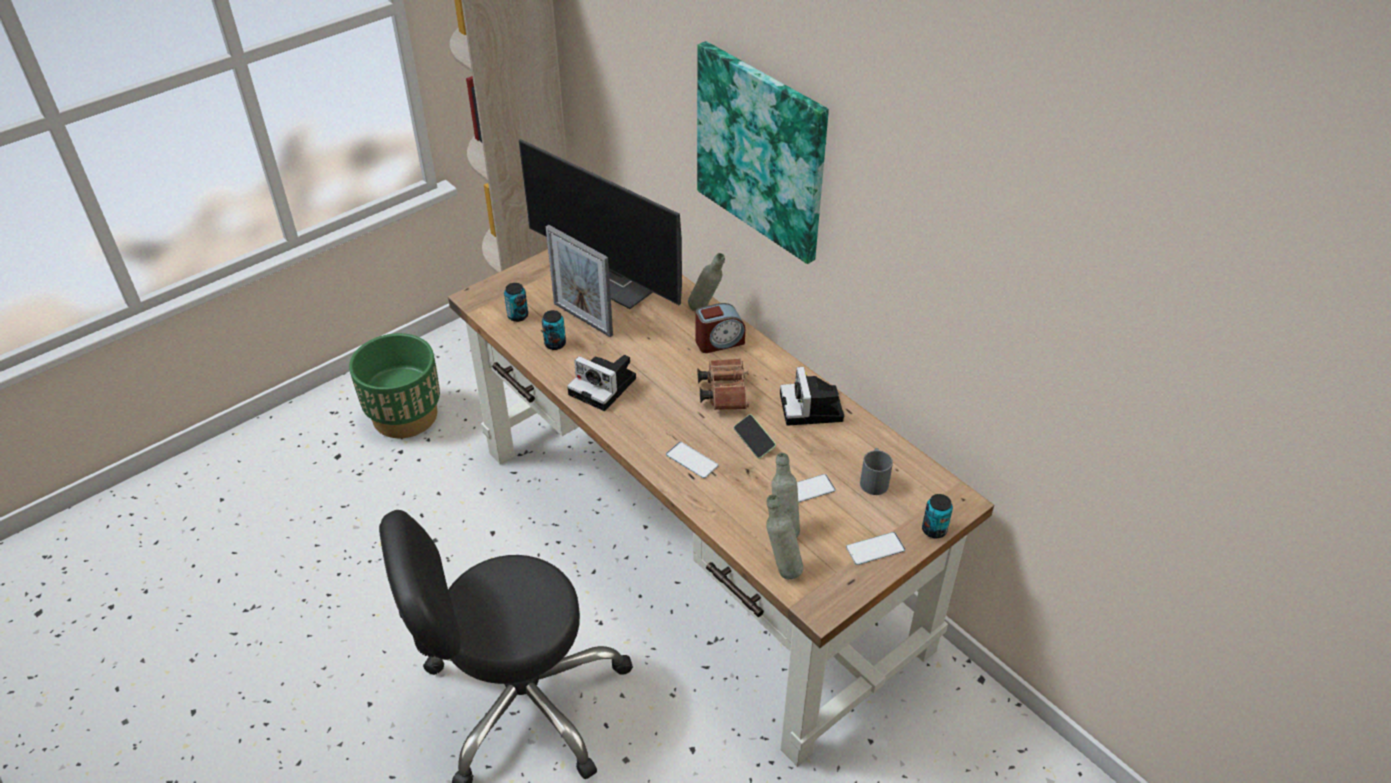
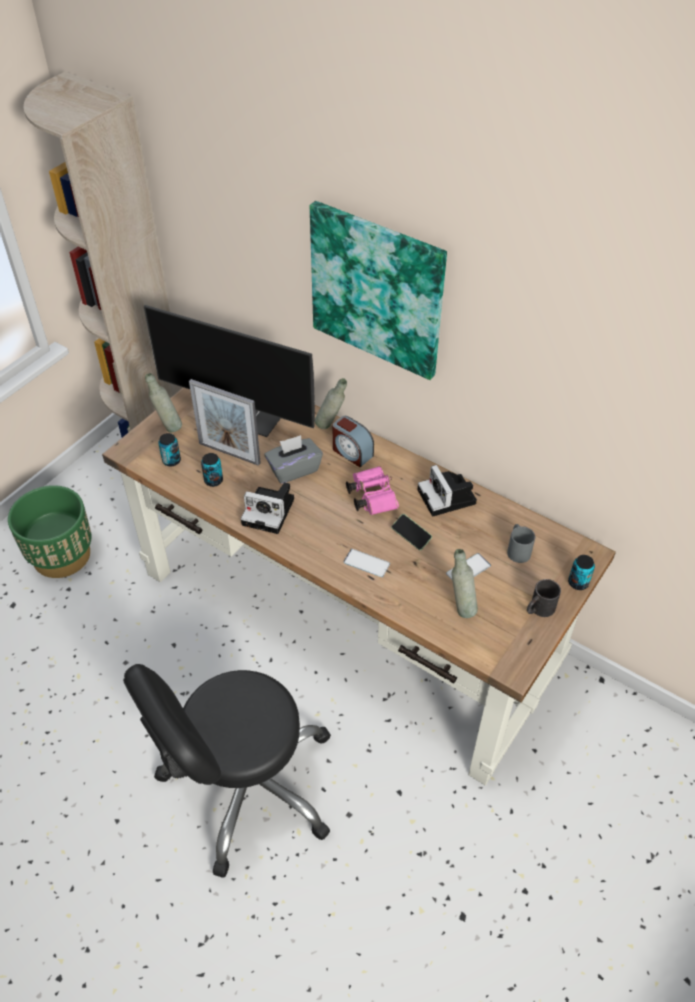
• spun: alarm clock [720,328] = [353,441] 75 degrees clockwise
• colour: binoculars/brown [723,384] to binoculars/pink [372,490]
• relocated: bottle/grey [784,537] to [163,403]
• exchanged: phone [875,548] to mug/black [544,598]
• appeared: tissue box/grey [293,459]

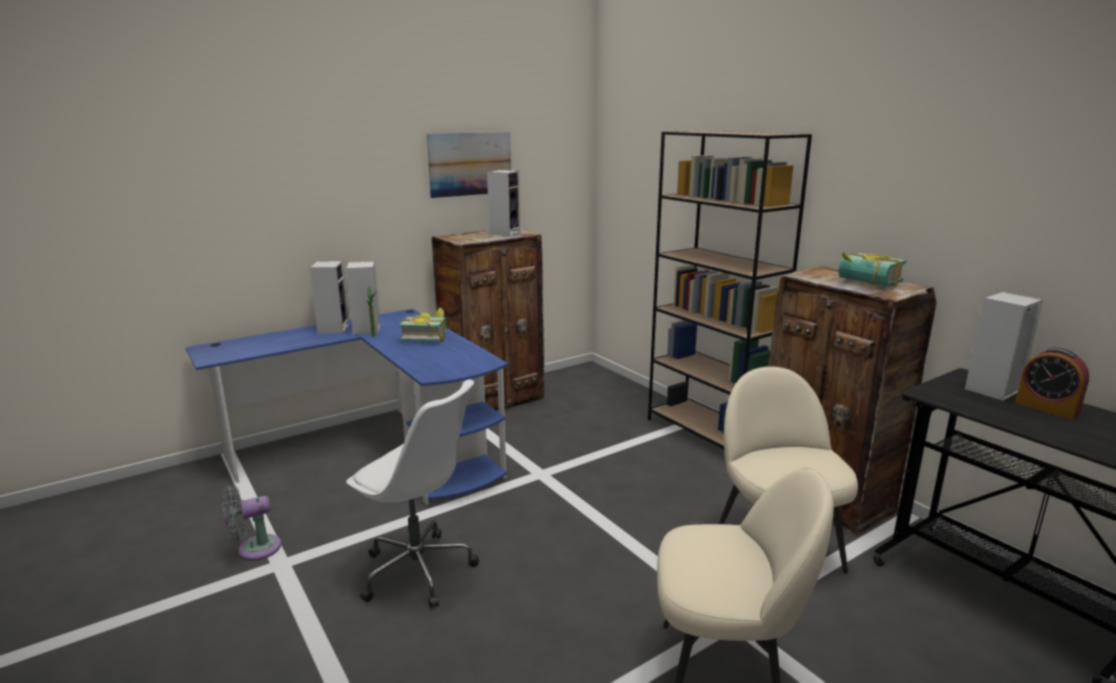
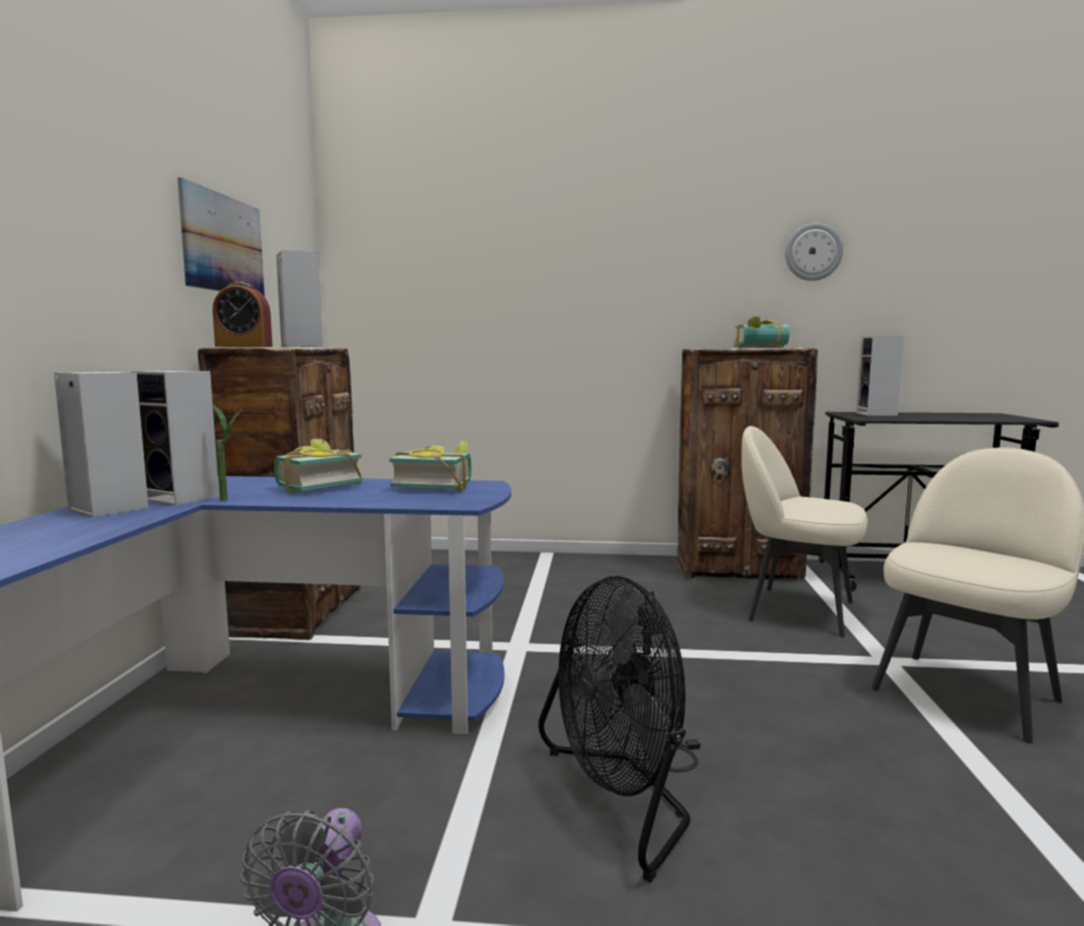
• missing: bookcase/beige [730,290]
• relocated: alarm clock [1052,384] to [242,314]
• exchanged: office chair/white [412,493] to fan/black [620,729]
• appeared: wall clock [814,252]
• appeared: book [430,466]

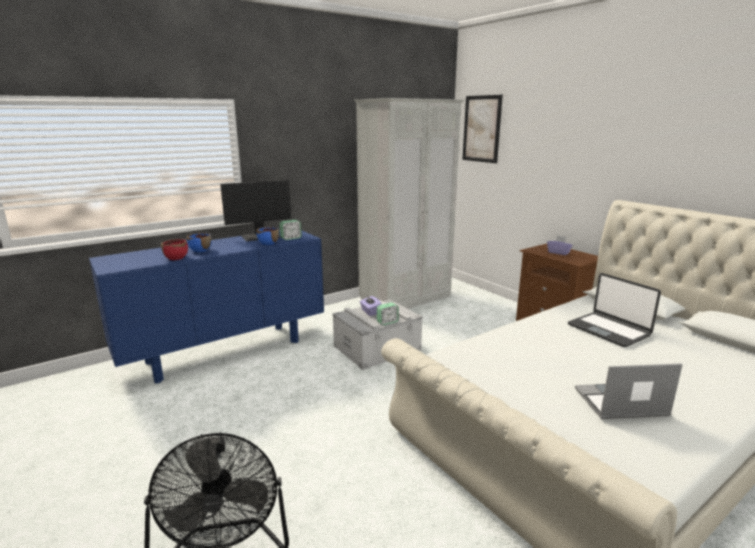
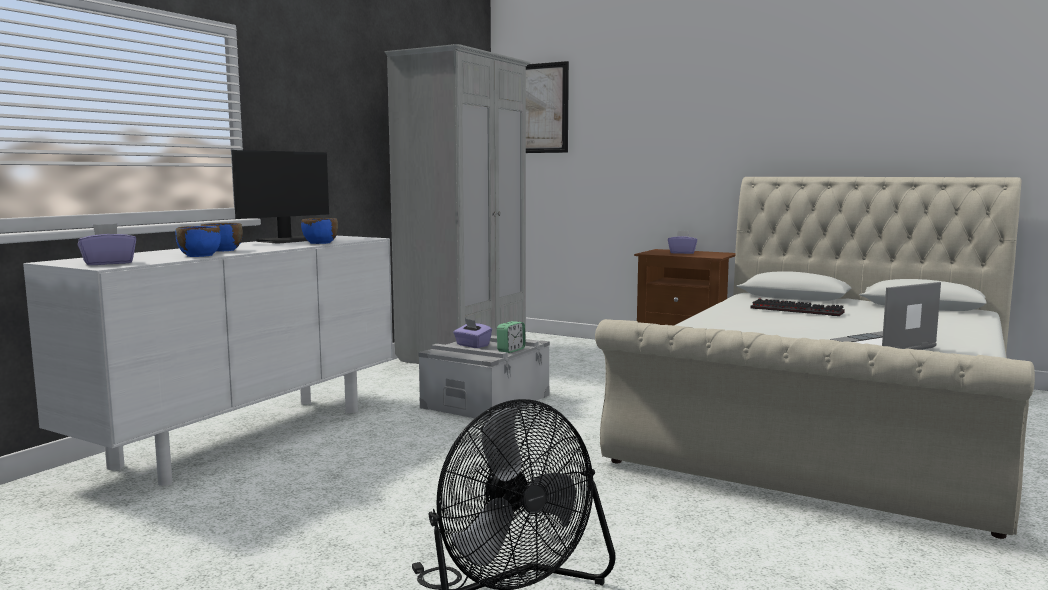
• missing: alarm clock [290,230]
• colour: dresser/blue [206,306] to dresser/white [208,361]
• colour: bowl/red [174,249] to bowl/blue [198,241]
• exchanged: laptop [614,310] to keyboard [798,307]
• appeared: tissue box/purple [107,244]

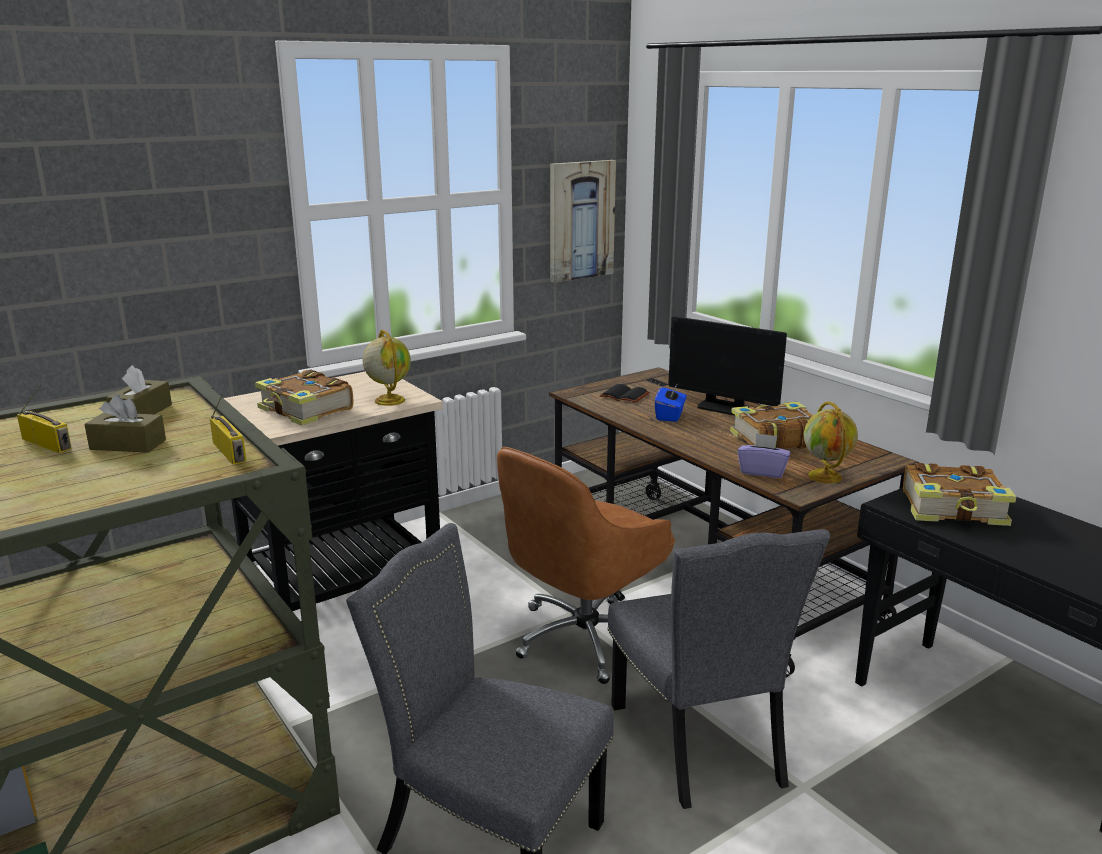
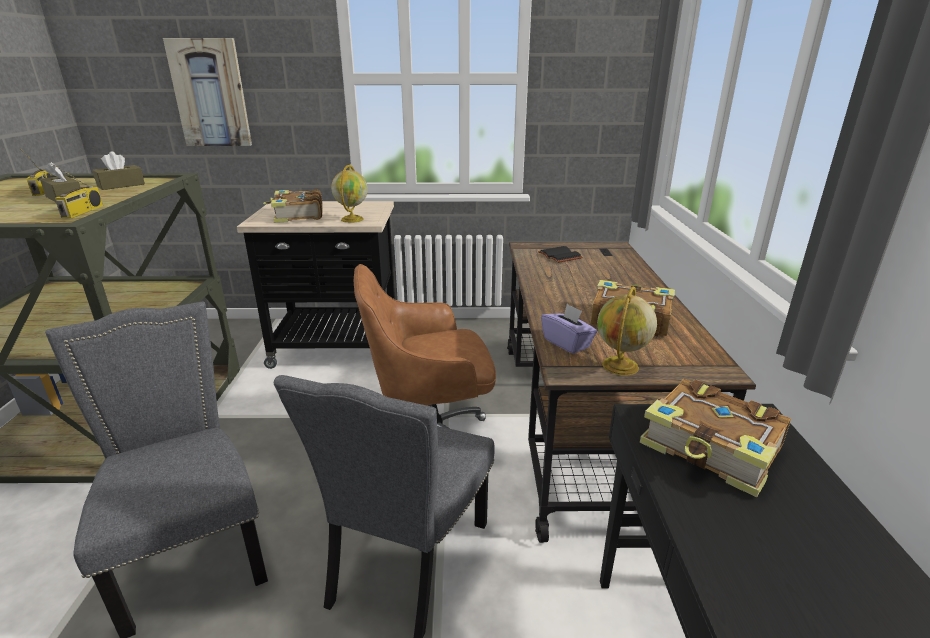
• relocated: picture [583,221] to [207,92]
• missing: monitor [727,366]
• missing: tissue box/blue [670,402]

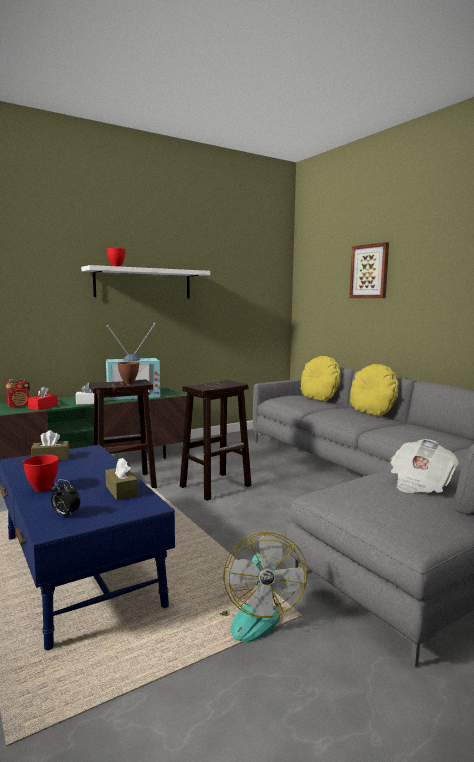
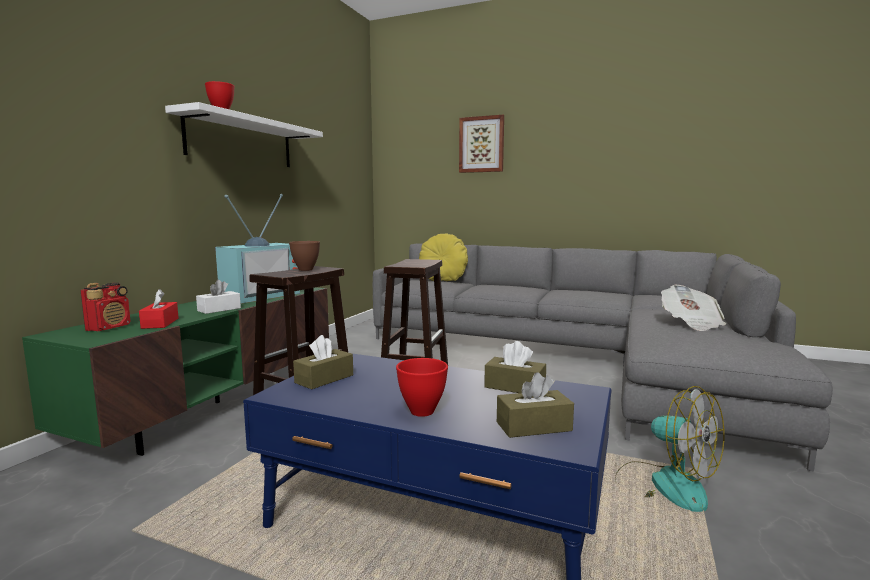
• missing: pillow/yellow [374,390]
• exchanged: alarm clock [65,498] to tissue box/brown [535,405]

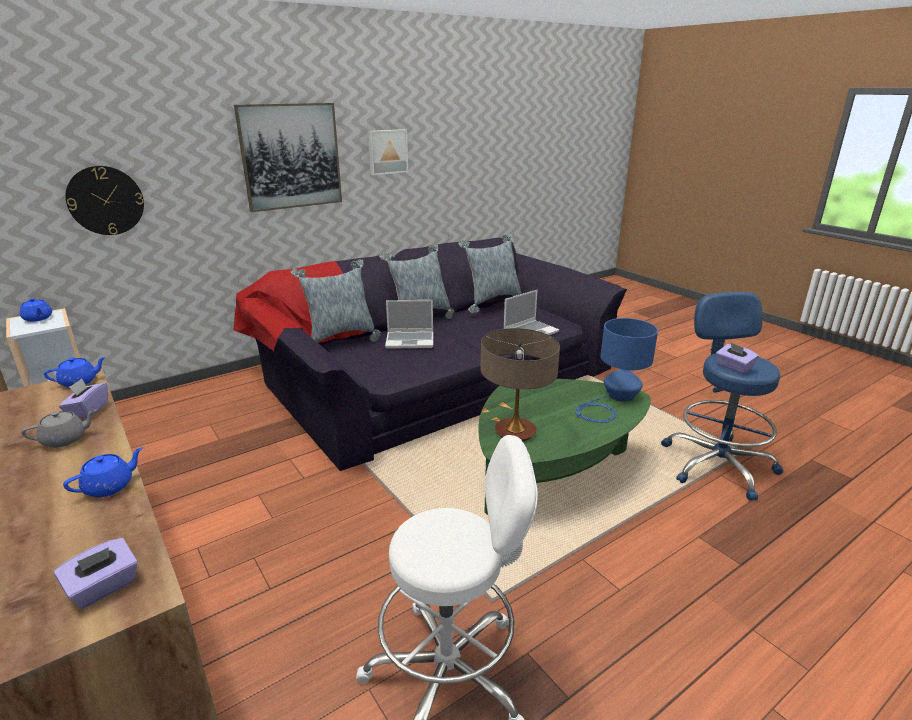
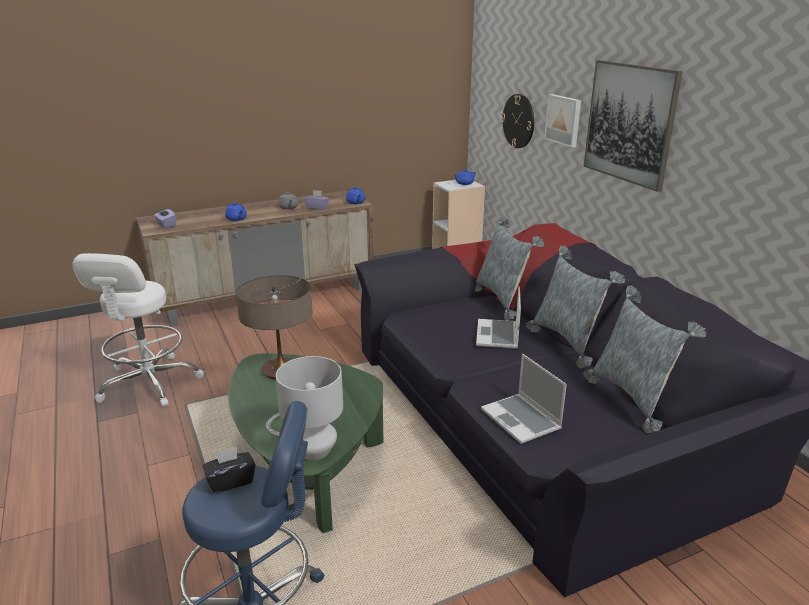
• relocated: picture [388,152] to [562,121]
• colour: table lamp/blue [616,370] to table lamp/grey [304,408]
• colour: tissue box/purple [737,358] to tissue box/black [229,470]

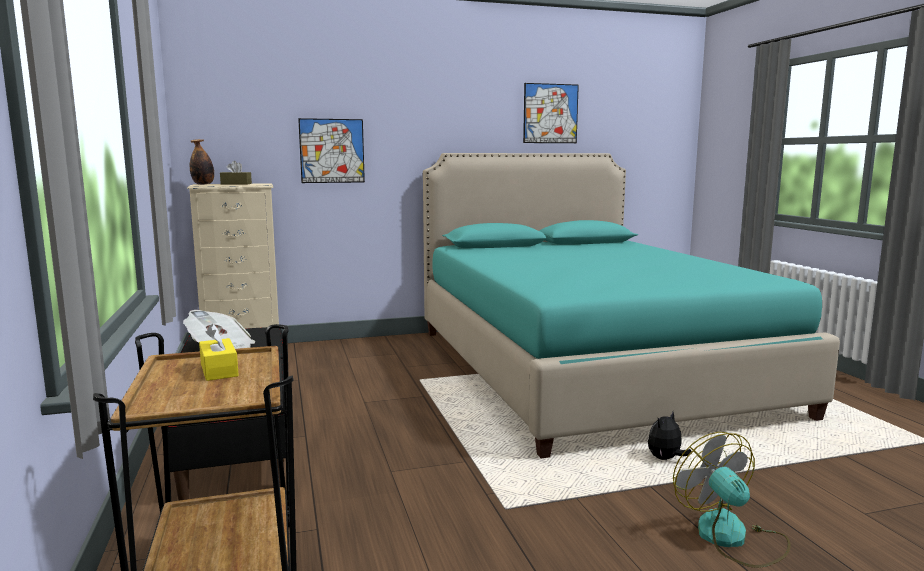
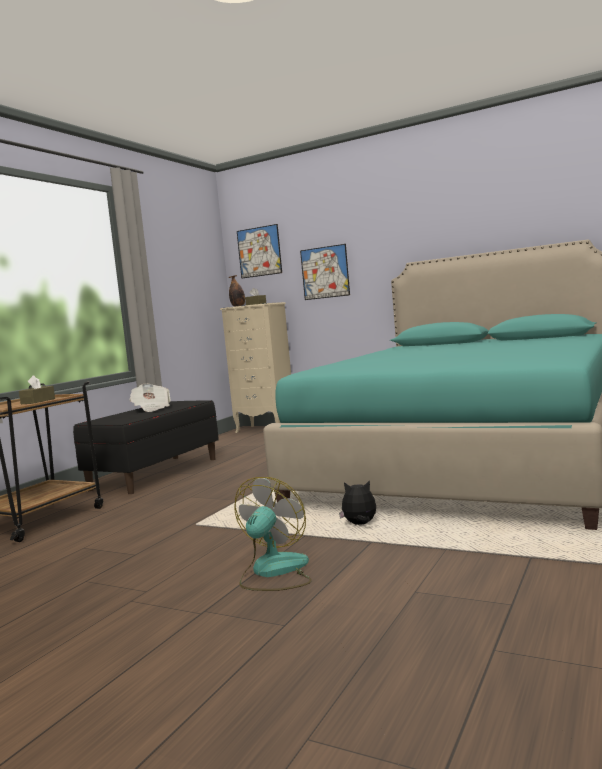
• relocated: picture [551,113] to [259,251]
• colour: tissue box/yellow [219,352] to tissue box/brown [37,389]

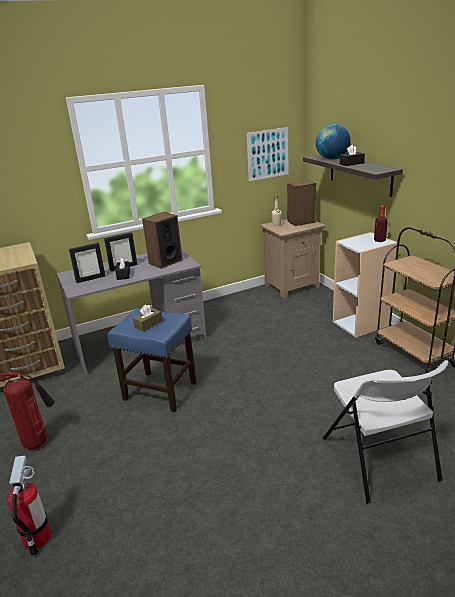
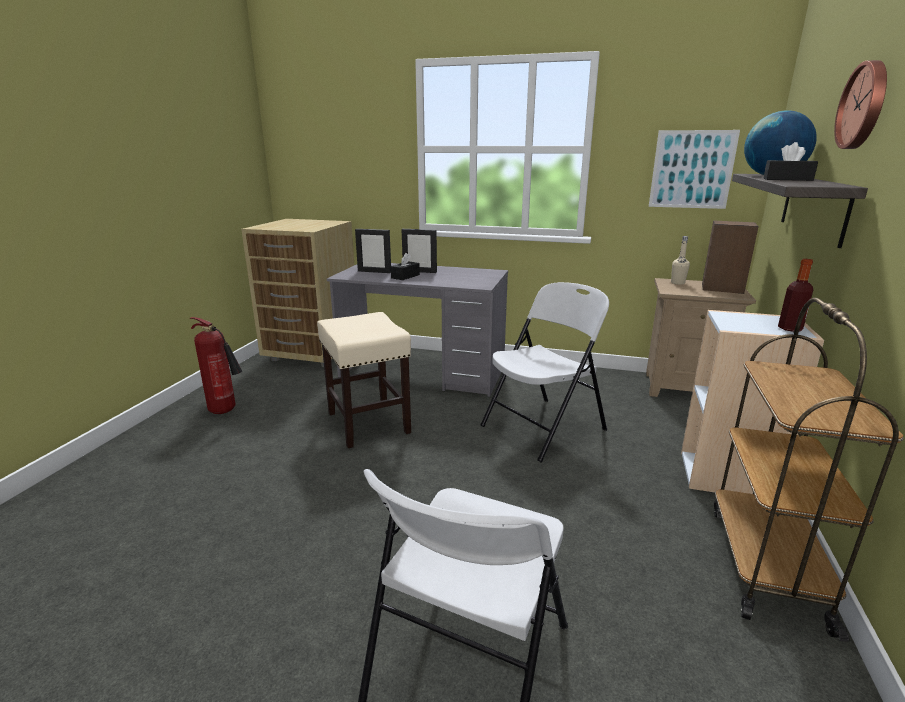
• missing: speaker [162,240]
• missing: tissue box/brown [148,318]
• colour: stool/blue [152,360] to stool/beige [364,380]
• missing: fire extinguisher [29,506]
• appeared: wall clock [860,104]
• appeared: chair/white [544,372]

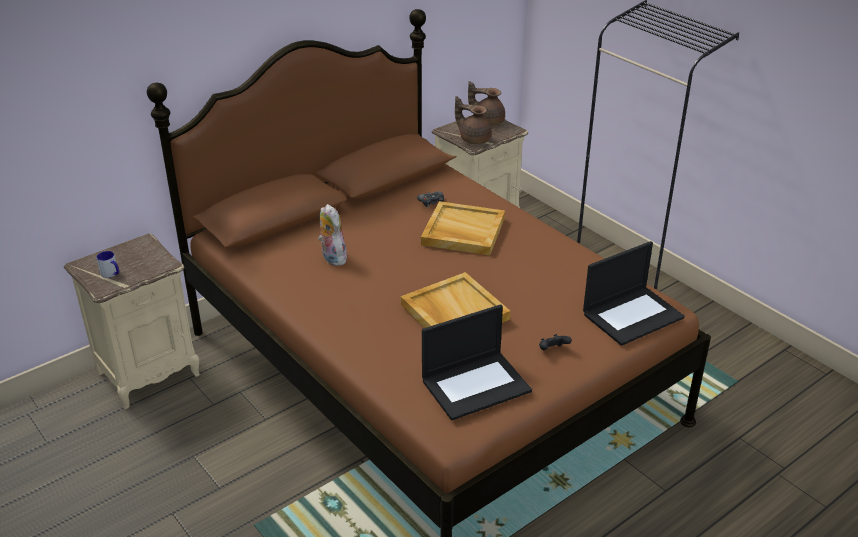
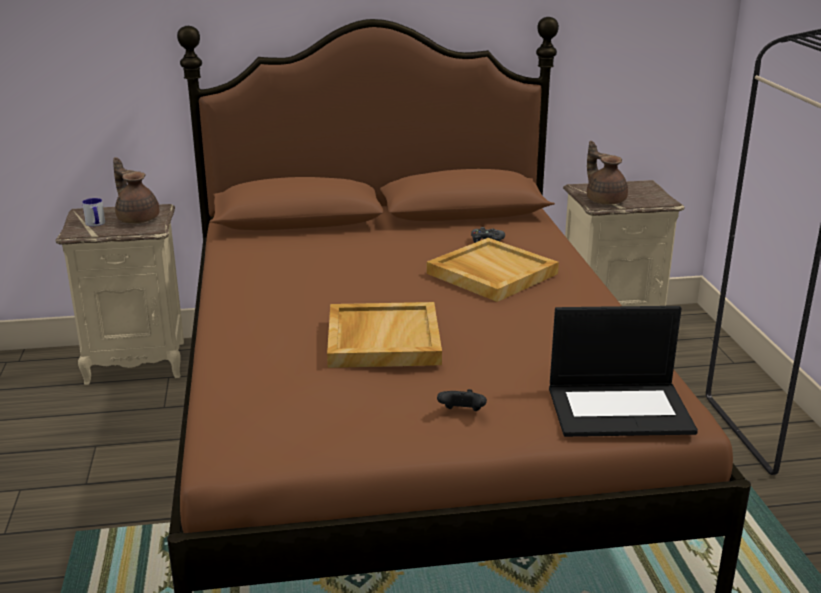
• relocated: teapot/brown [486,103] to [136,190]
• missing: plush toy [332,235]
• missing: laptop [477,362]

